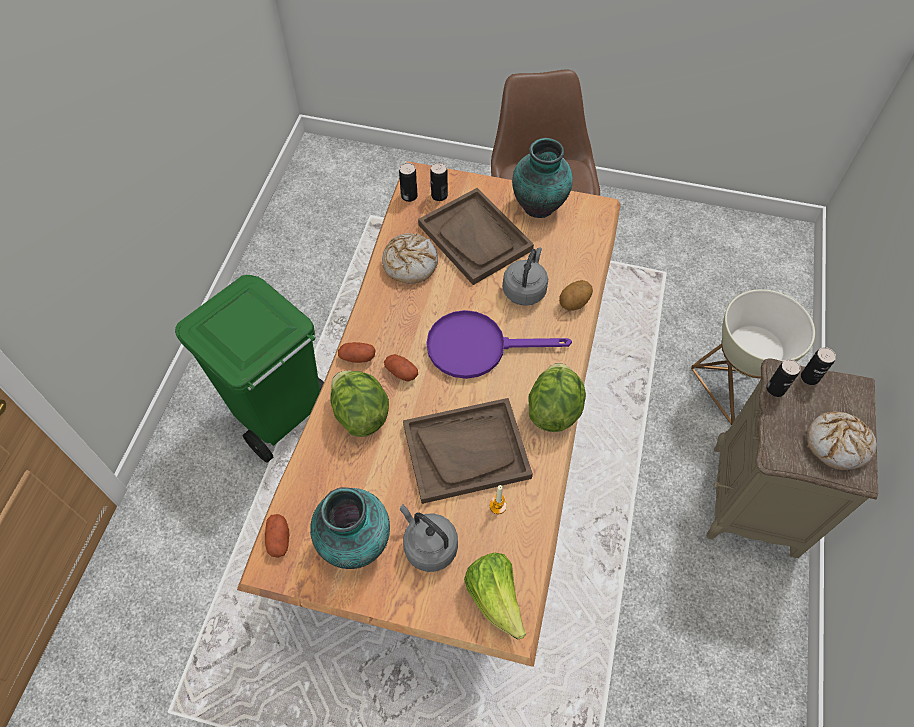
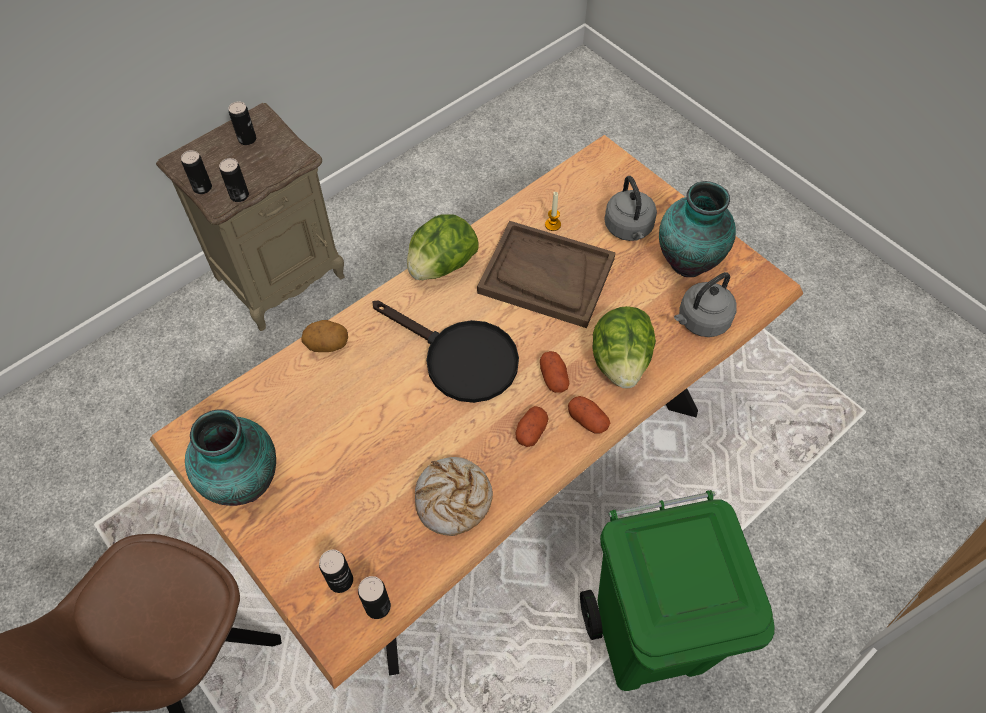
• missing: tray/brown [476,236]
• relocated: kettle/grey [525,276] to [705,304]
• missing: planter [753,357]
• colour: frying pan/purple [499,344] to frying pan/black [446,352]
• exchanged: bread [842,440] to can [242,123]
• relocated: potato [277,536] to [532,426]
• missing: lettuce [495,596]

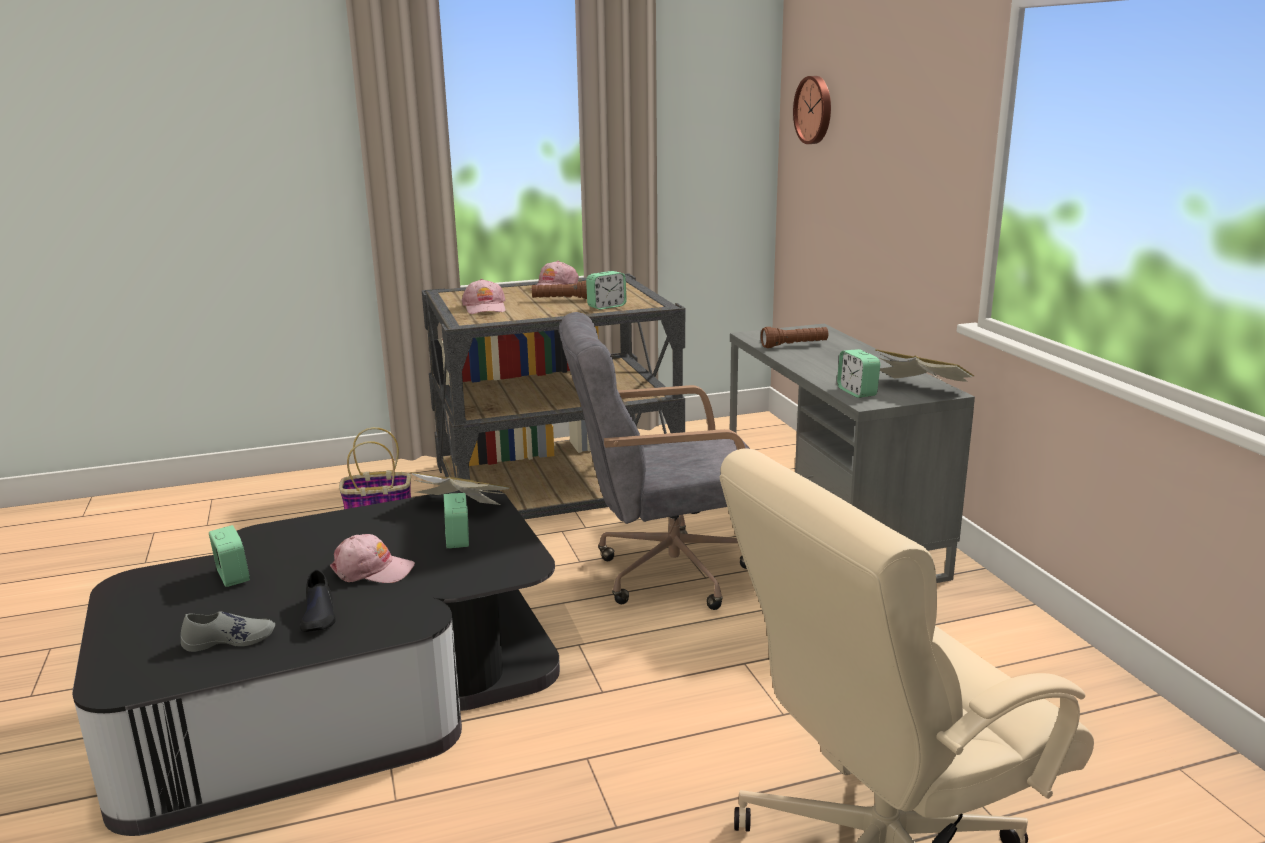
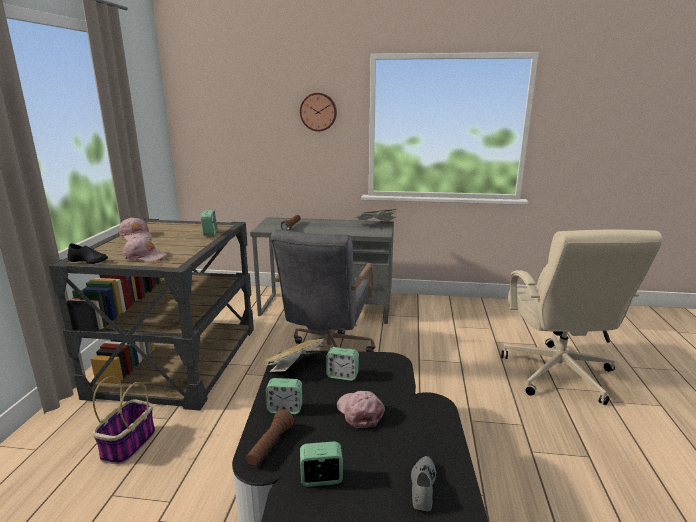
• relocated: wall clock [812,110] to [318,112]
• relocated: flashlight/brown [559,290] to [270,437]
• relocated: alarm clock [858,373] to [284,396]
• spun: cap/pink [372,558] = [361,409] 60 degrees counterclockwise
• relocated: shoe/black [318,600] to [87,253]

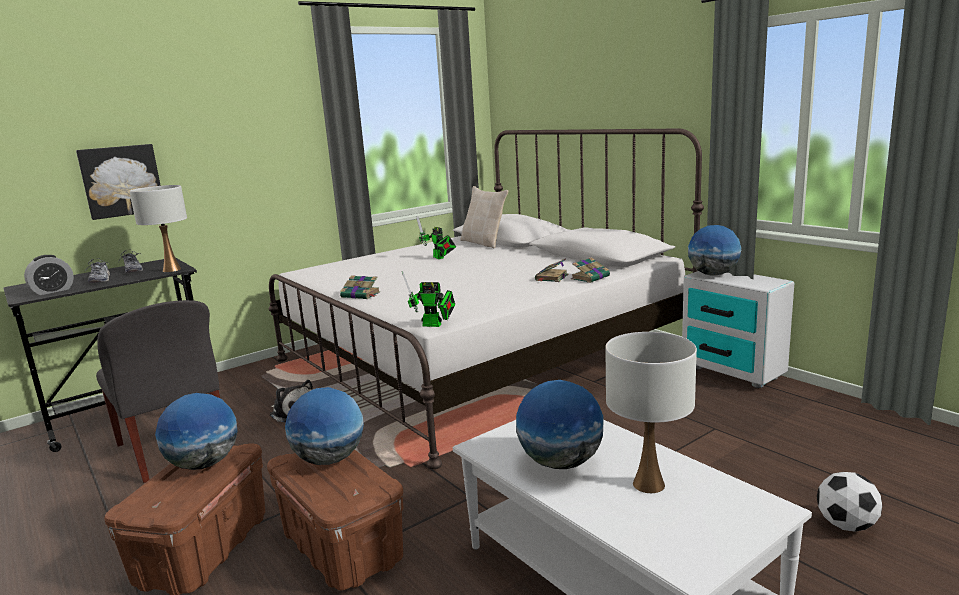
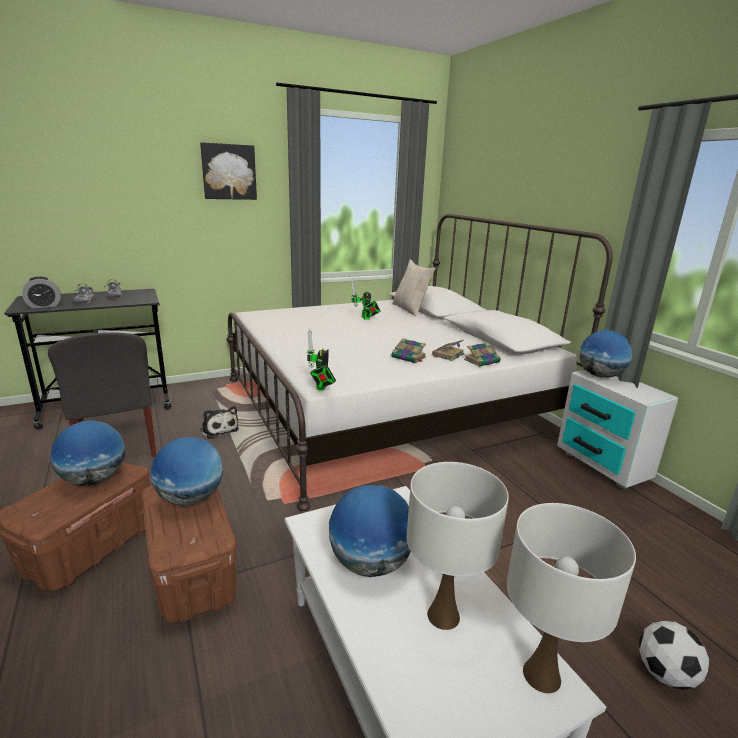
• relocated: picture [118,182] to [228,171]
• relocated: table lamp/white [158,228] to [571,598]
• spun: toy robot [428,299] = [321,359] 75 degrees clockwise
• relocated: book [360,287] to [408,350]

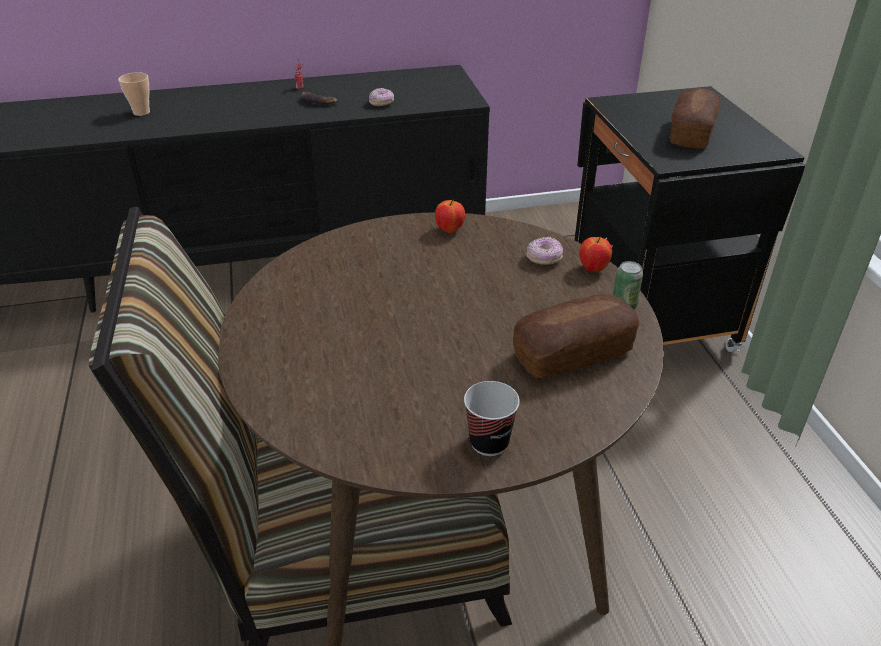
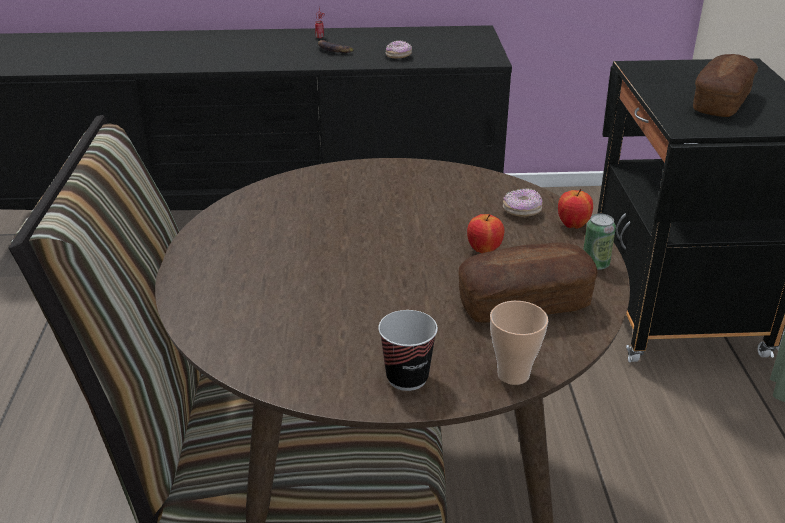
• relocated: cup [134,94] to [519,343]
• relocated: apple [450,217] to [485,233]

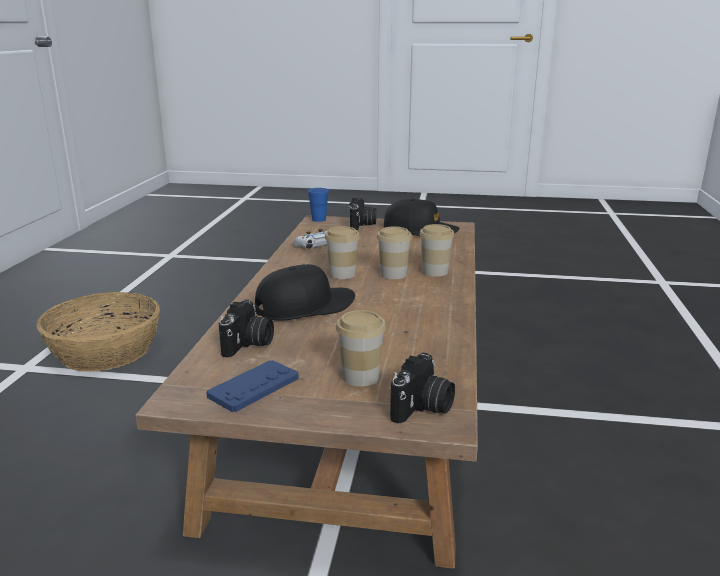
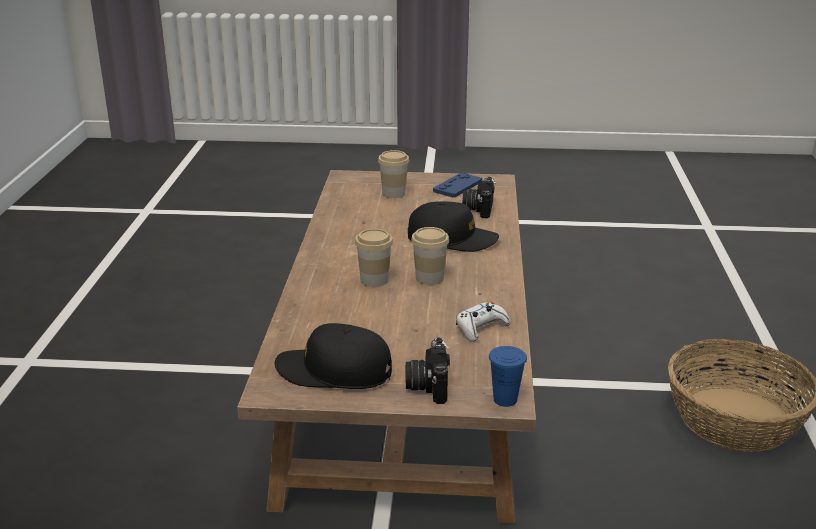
• missing: cup [436,250]
• spun: cap/black [304,292] = [453,226] 135 degrees counterclockwise
• missing: photo camera [422,388]

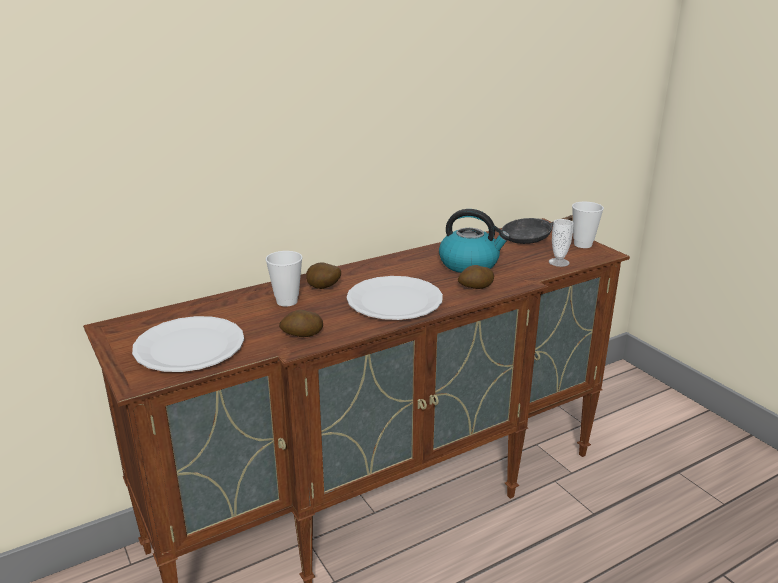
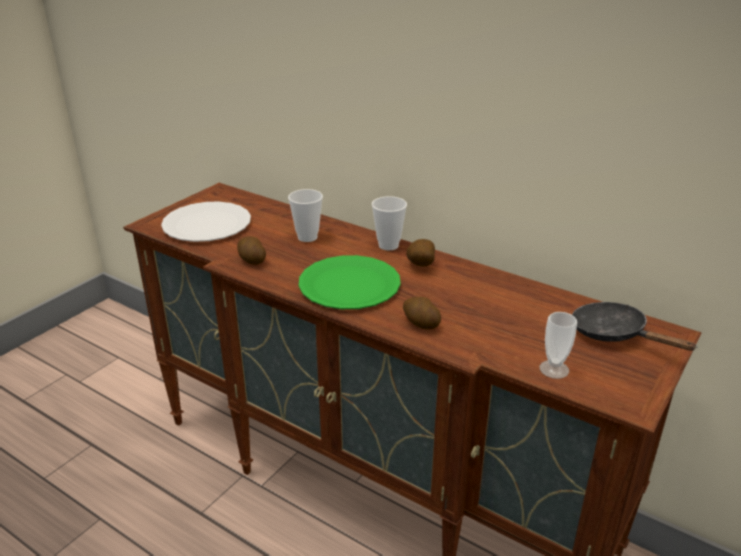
• relocated: cup [588,225] to [389,223]
• missing: kettle [474,241]
• relocated: potato [323,275] to [420,252]
• colour: plate/white [395,298] to plate/green [350,282]

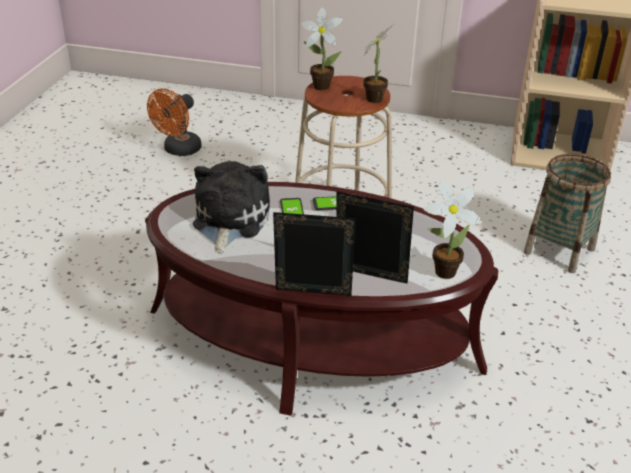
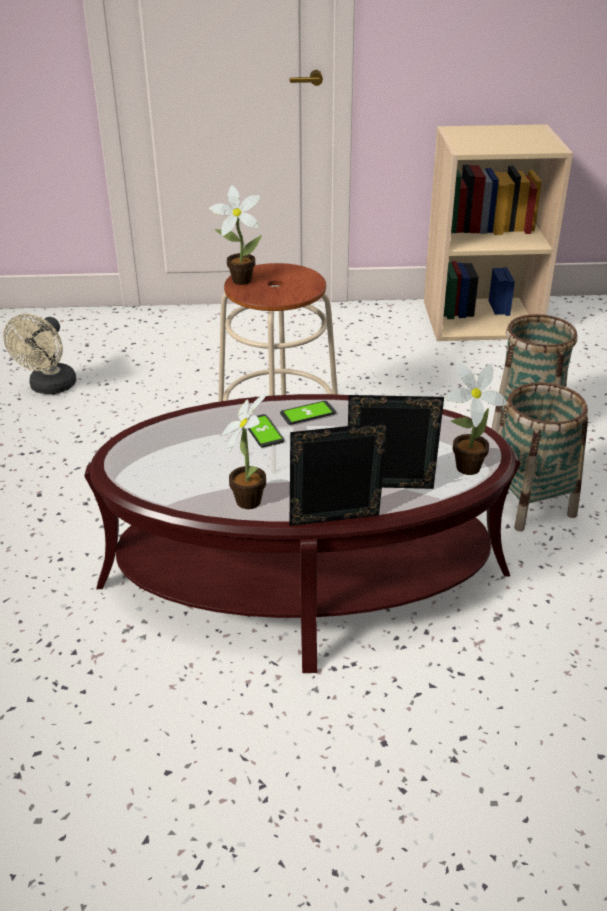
• relocated: potted plant [379,63] to [245,451]
• colour: fan/orange [174,122] to fan/beige [39,354]
• missing: plush toy [231,207]
• appeared: basket [543,457]

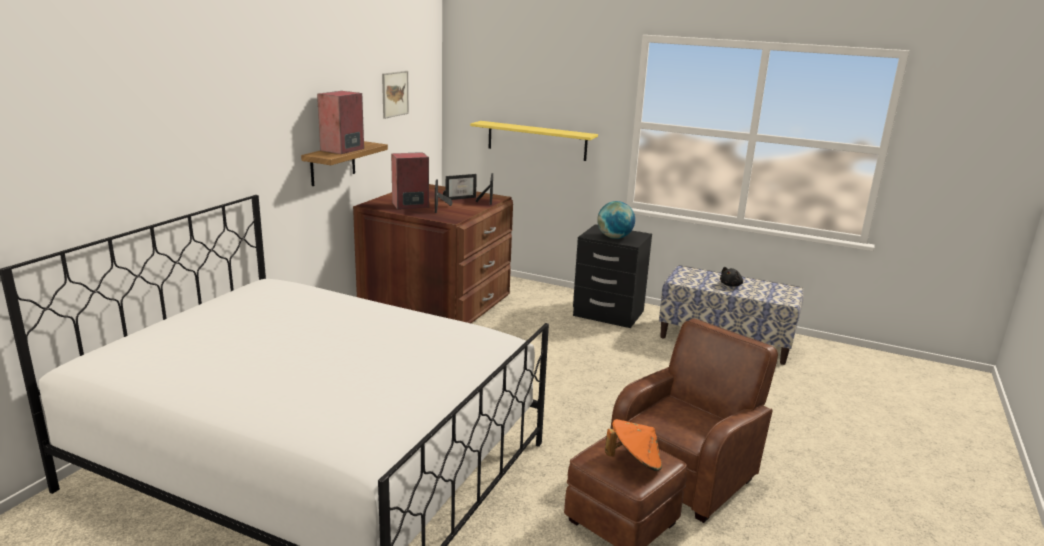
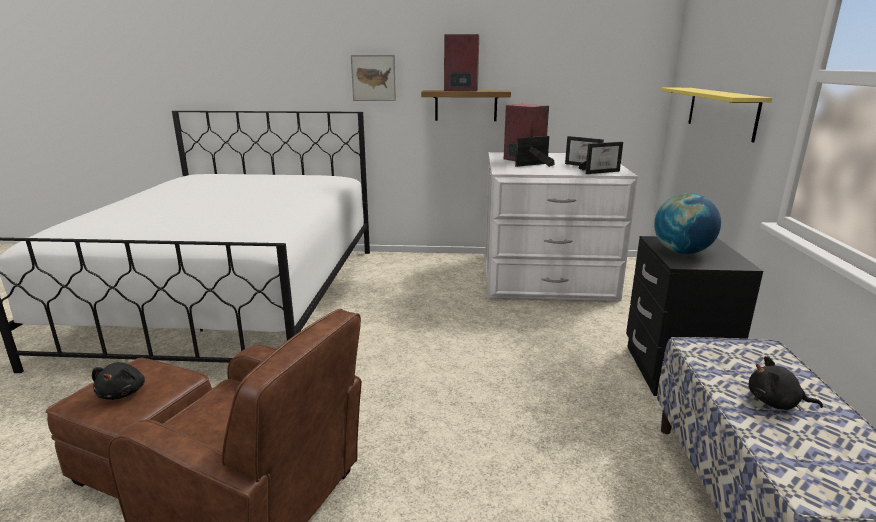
• relocated: picture [395,95] to [373,78]
• colour: dresser/brown [433,253] to dresser/white [561,226]
• exchanged: hat/orange [633,445] to plush toy/black [118,381]

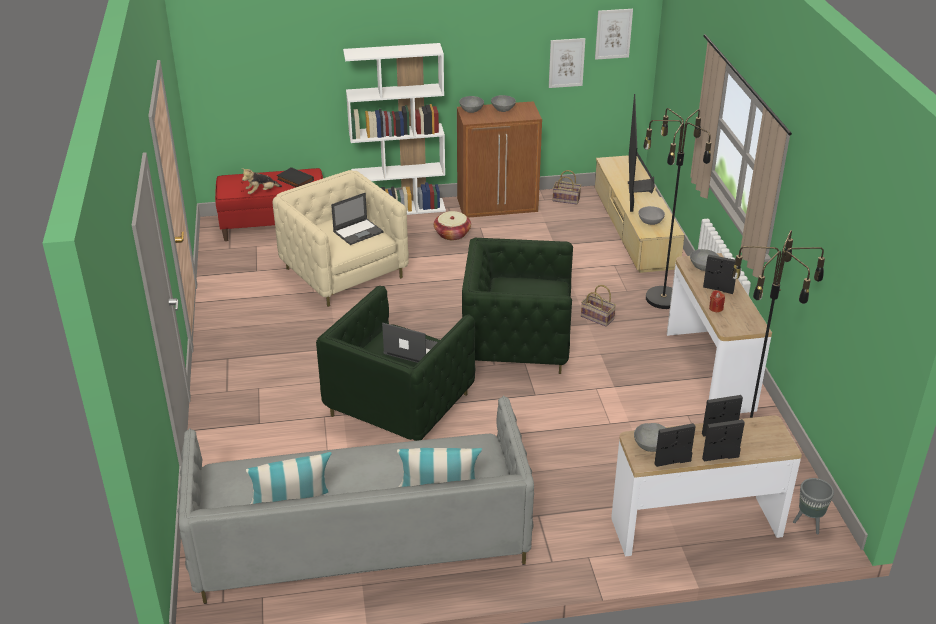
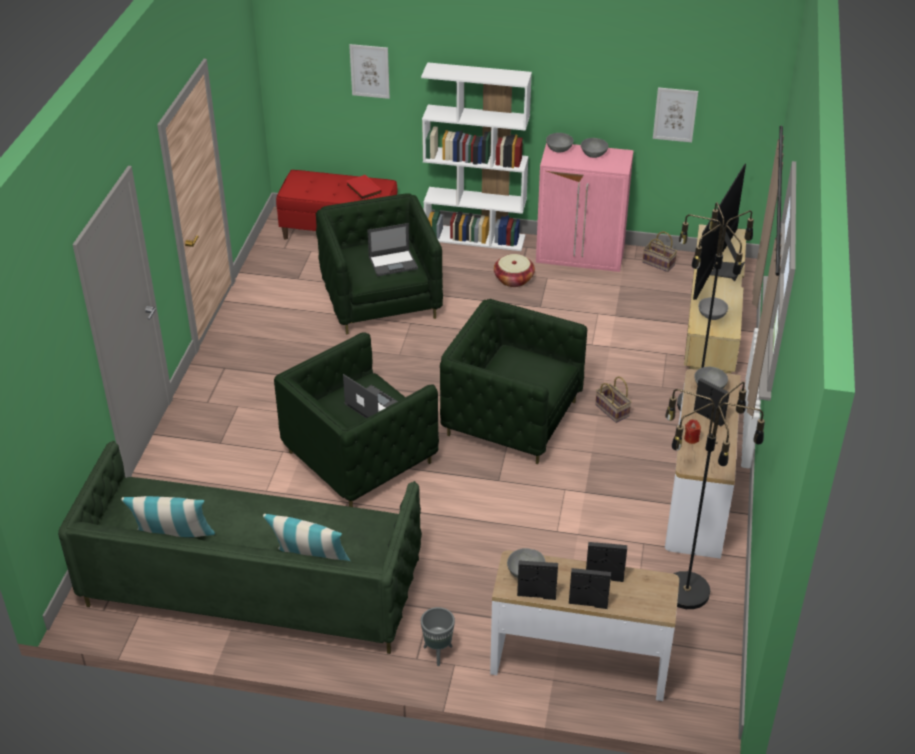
• relocated: picture [614,34] to [369,71]
• colour: cabinet/brown [499,159] to cabinet/pink [585,207]
• colour: book/black [295,177] to book/red [364,187]
• missing: plush toy [261,181]
• colour: armchair/beige [340,238] to armchair/green [379,263]
• colour: sofa/grey [355,500] to sofa/green [240,547]
• relocated: planter/grey [813,506] to [438,636]

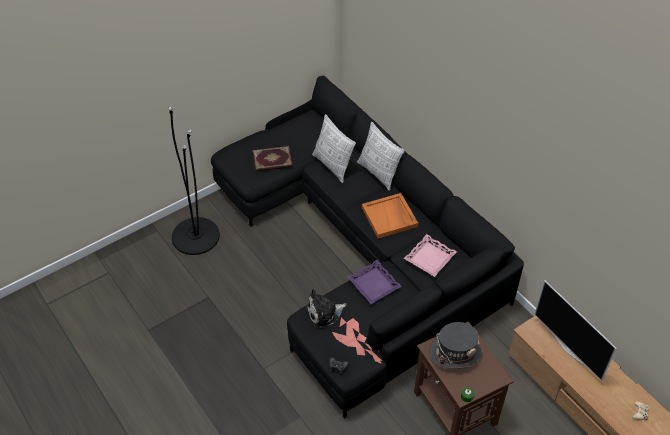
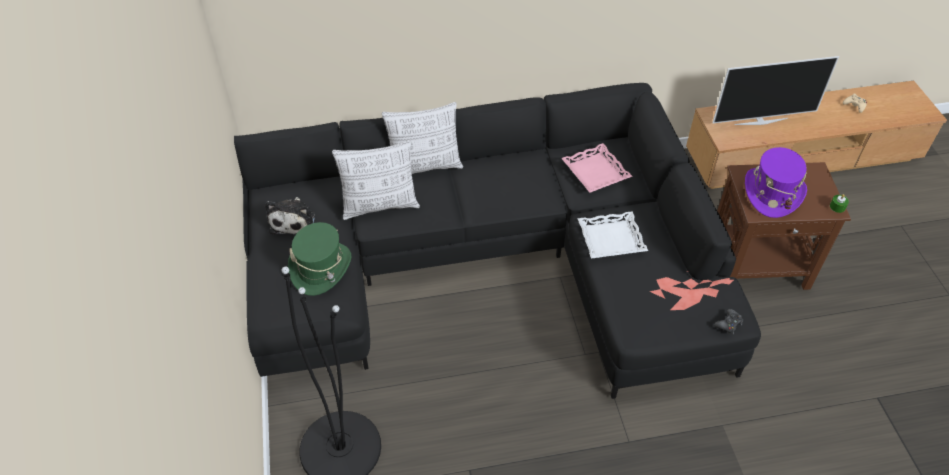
• exchanged: book [273,159] to hat/green [319,259]
• missing: tray/orange [390,216]
• colour: tray/purple [374,282] to tray/white [612,235]
• relocated: plush toy [326,308] to [290,216]
• colour: hat/grey [456,345] to hat/purple [776,182]

